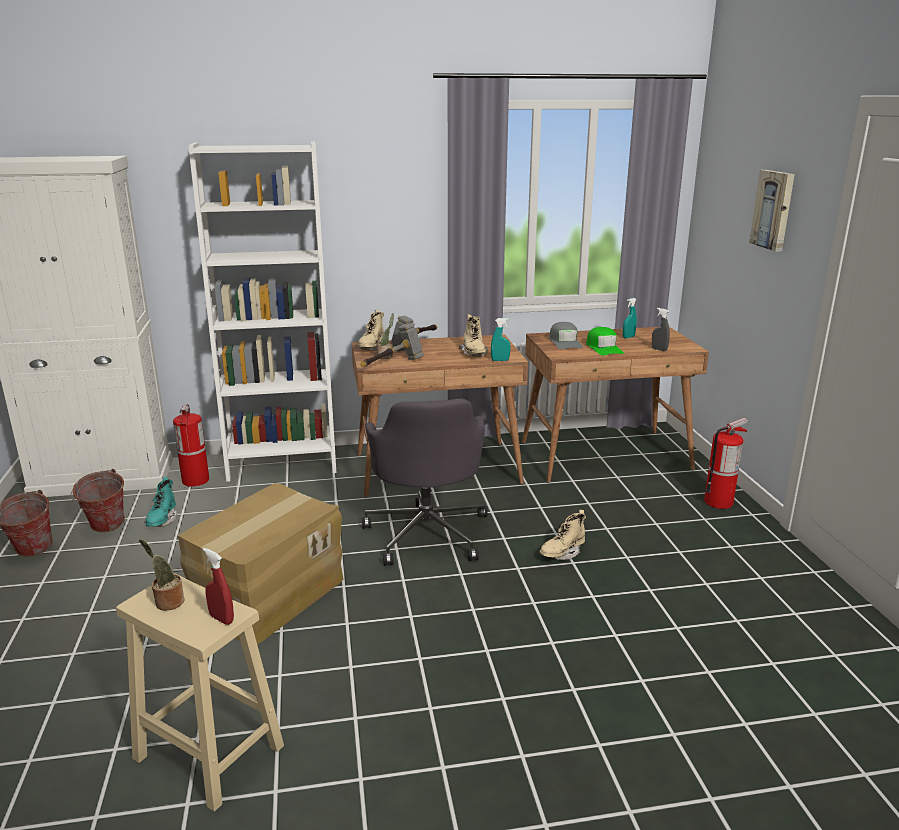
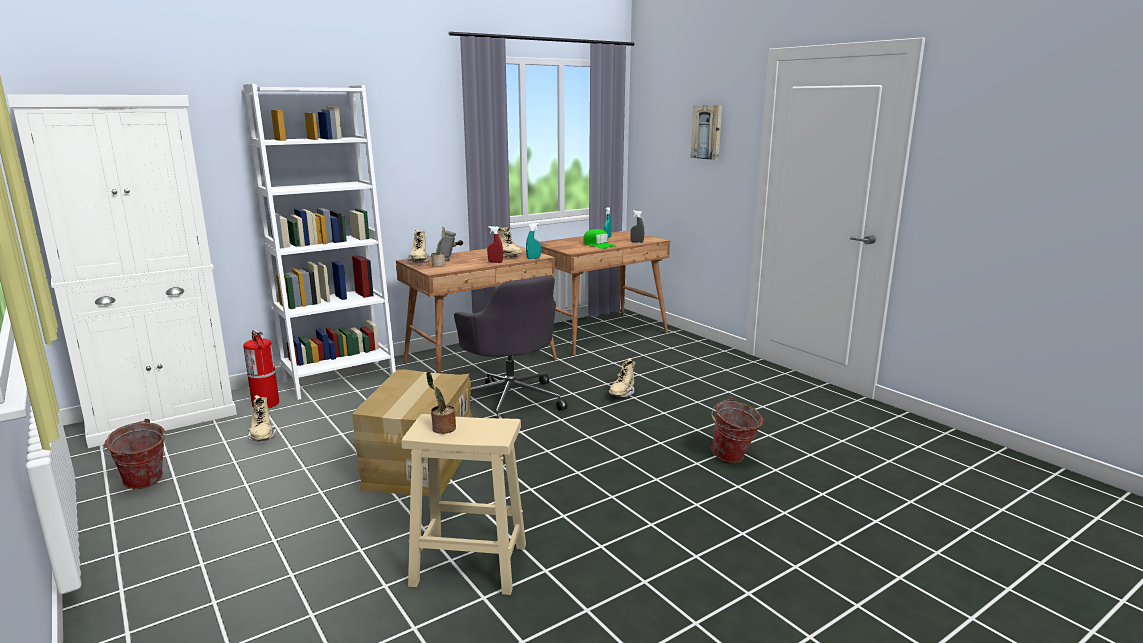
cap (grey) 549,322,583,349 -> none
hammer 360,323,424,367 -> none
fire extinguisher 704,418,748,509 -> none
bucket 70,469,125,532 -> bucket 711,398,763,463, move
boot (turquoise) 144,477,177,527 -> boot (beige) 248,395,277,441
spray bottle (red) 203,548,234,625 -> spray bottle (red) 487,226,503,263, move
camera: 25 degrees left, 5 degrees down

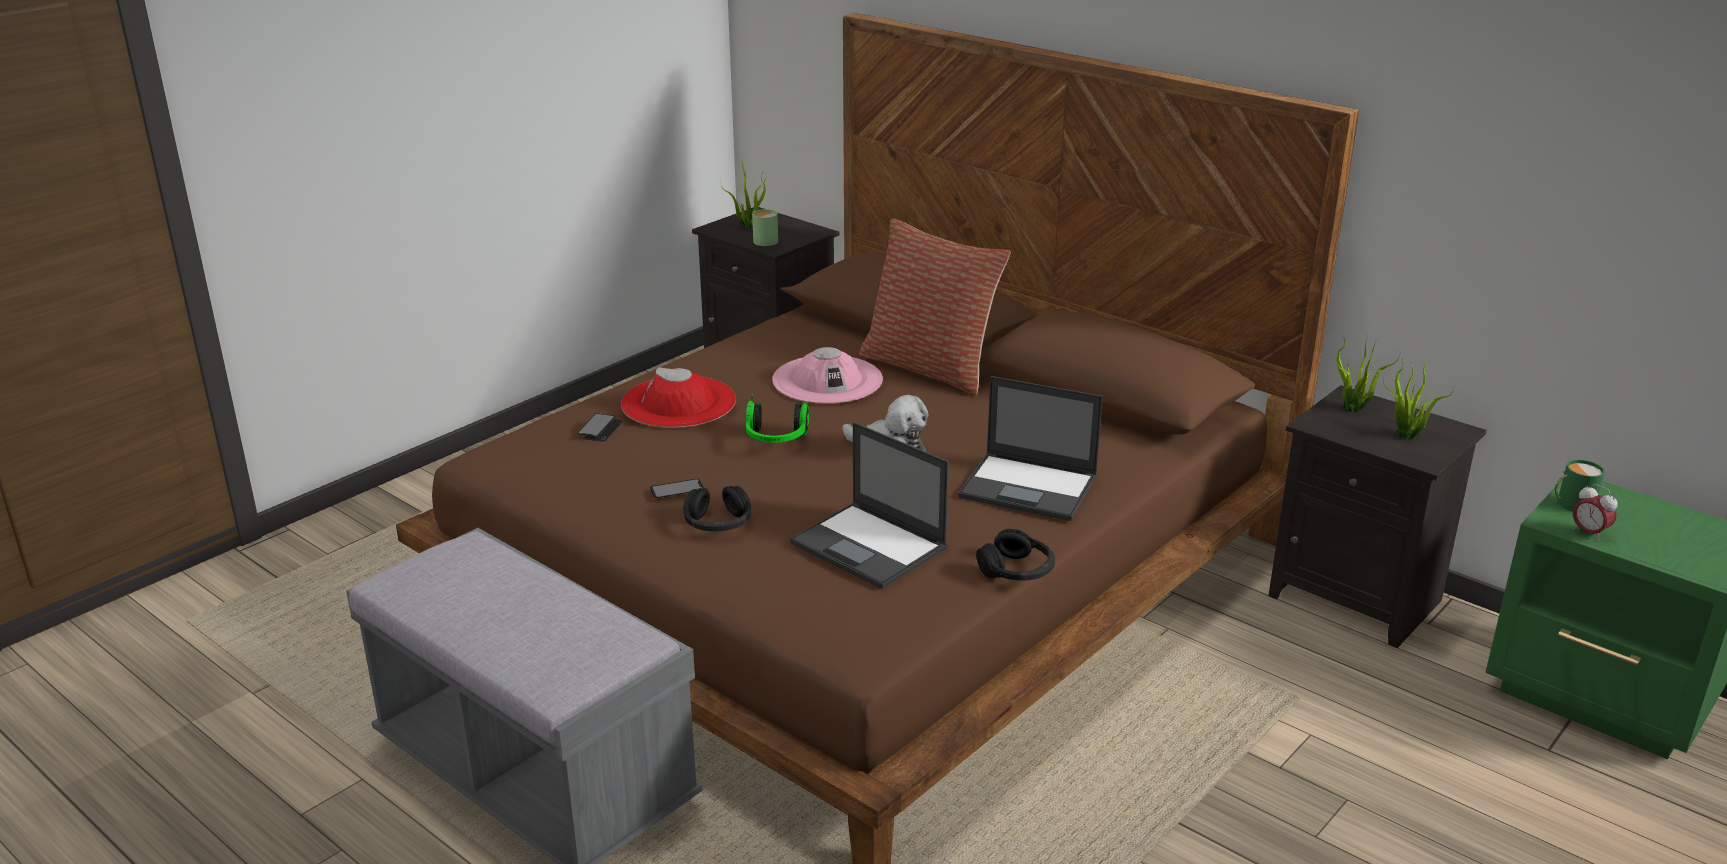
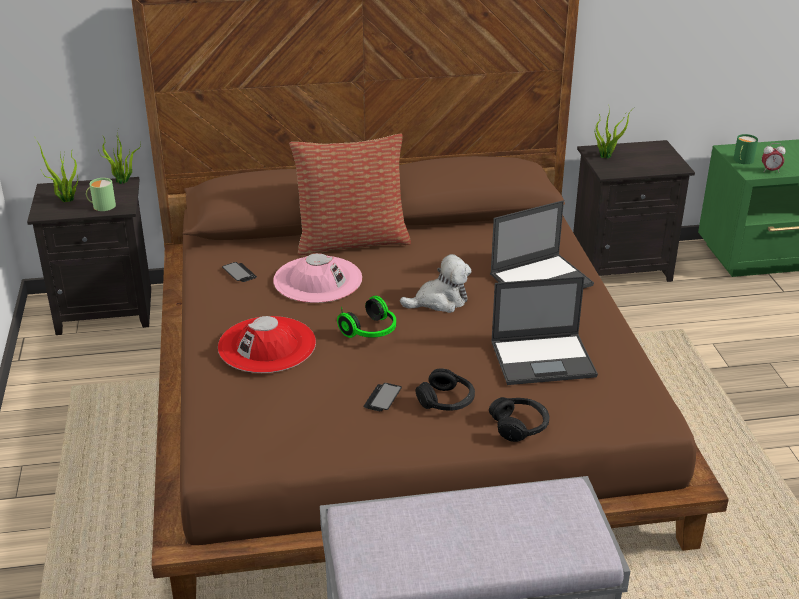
potted plant 1383,354,1455,439 -> potted plant 98,134,141,184, move
phone 577,413,623,441 -> phone 222,262,257,282, move
headphones (black) 976,529,1055,581 -> headphones (black) 489,397,549,442, move
camera: 50 degrees left, 5 degrees up

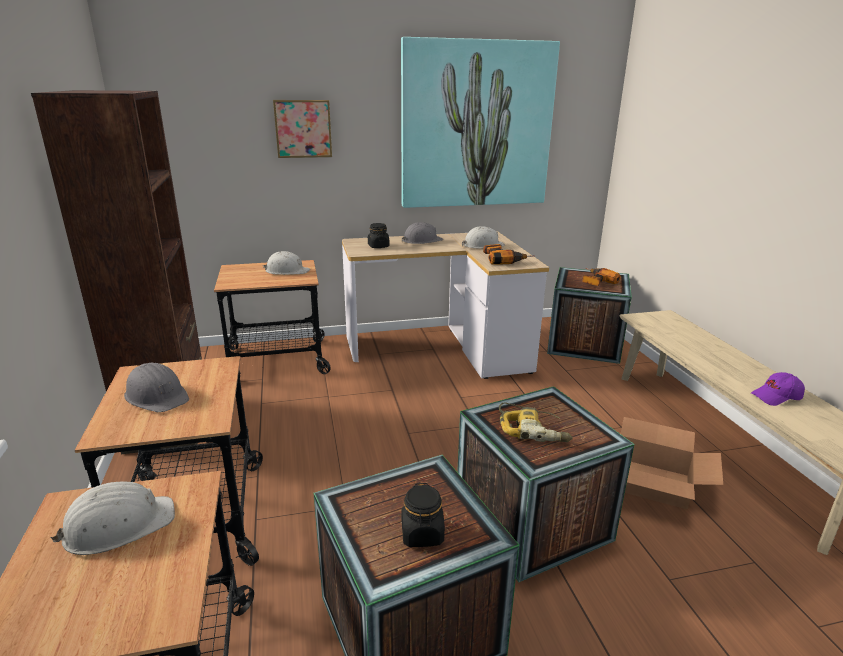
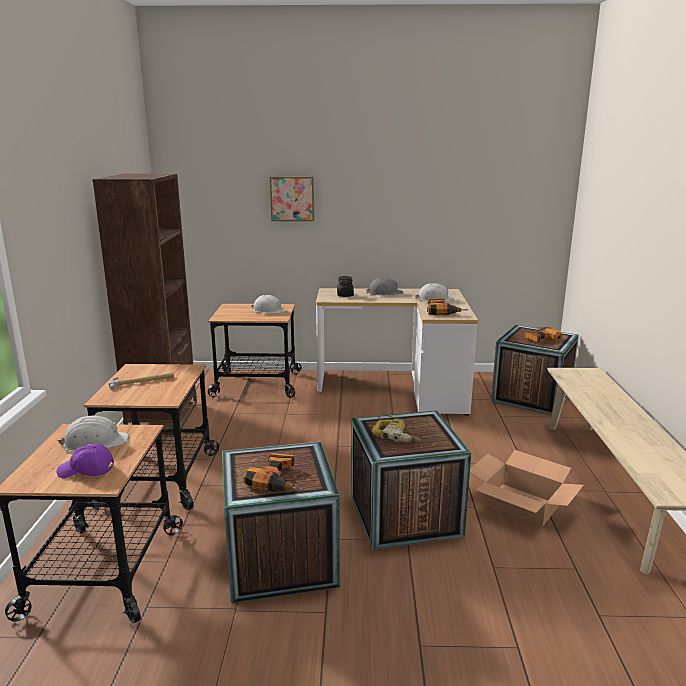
picture 401,37,560,208 -> none
hard hat (grey) 124,363,189,412 -> hammer 109,372,174,390
cap (purple) 751,372,805,406 -> cap (purple) 56,444,114,478, move
jar (black) 401,483,445,547 -> power drill 243,453,303,492
camera: 15 degrees right, 5 degrees down

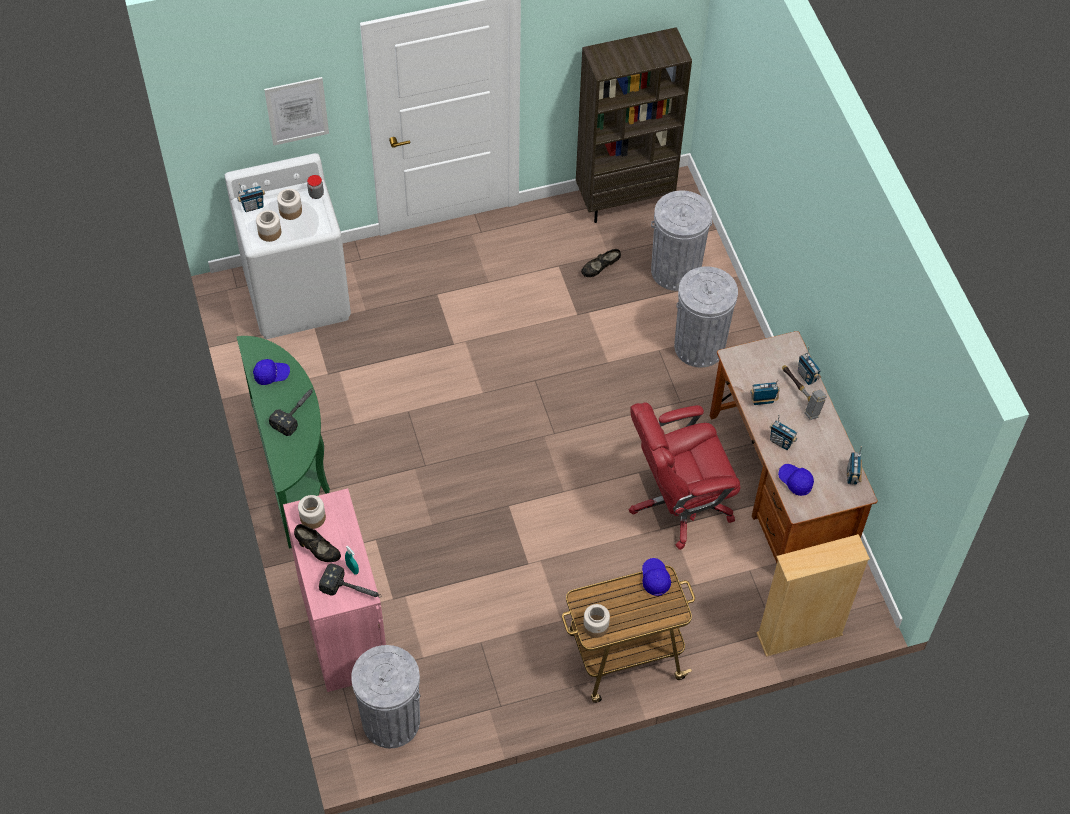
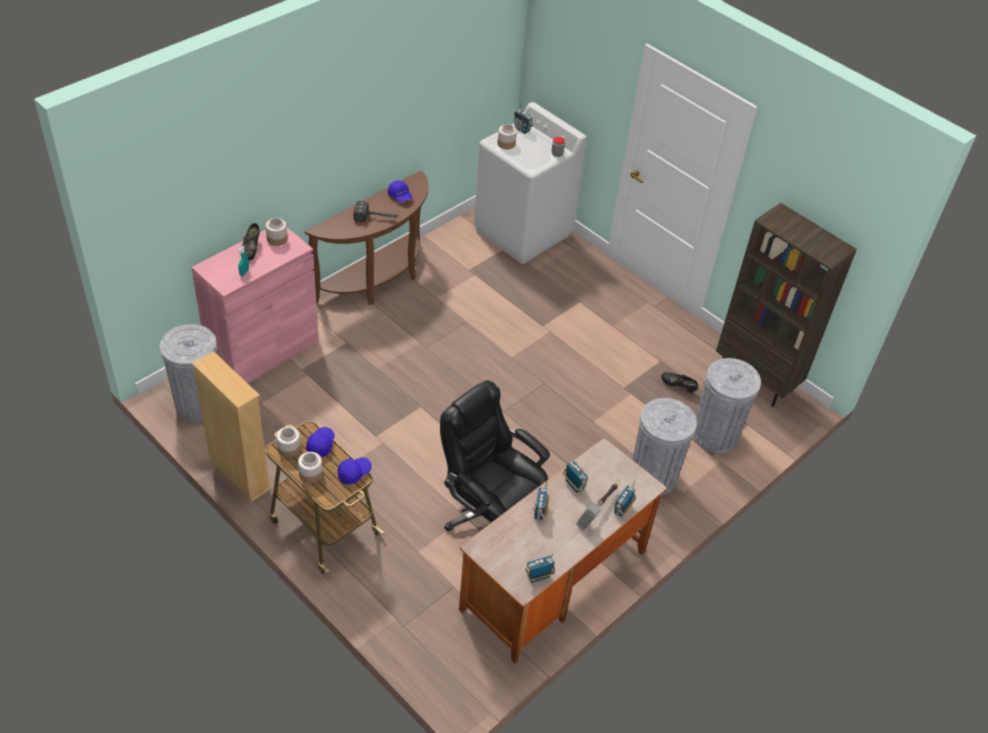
picture 264,77,329,146 -> none
jar 277,189,302,220 -> jar 298,452,323,483, move
console table (green) 237,336,330,549 -> console table (brown) 305,171,429,305
office chair (red) 629,402,741,550 -> office chair (black) 440,380,550,531
cap (blue) 778,464,814,496 -> cap (blue) 306,427,335,457, move
bookcase (beige) 756,534,870,657 -> bookcase (beige) 192,351,271,502, move
hammer 319,564,381,598 -> none
camera: 60 degrees right, 10 degrees down

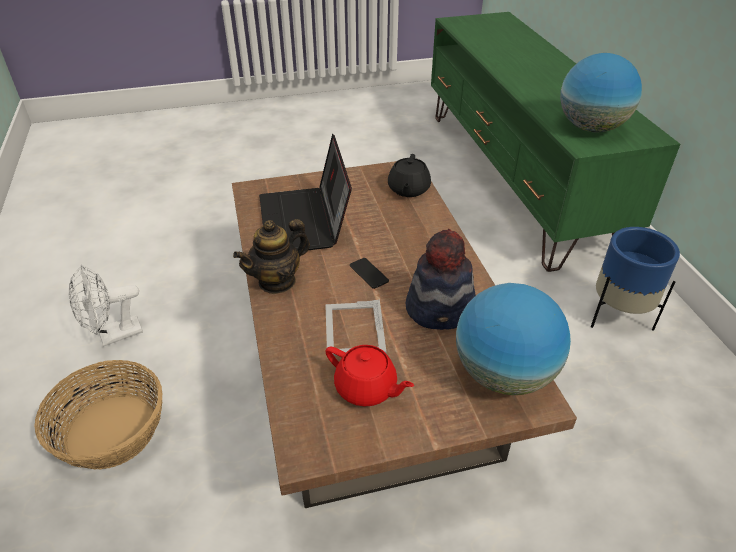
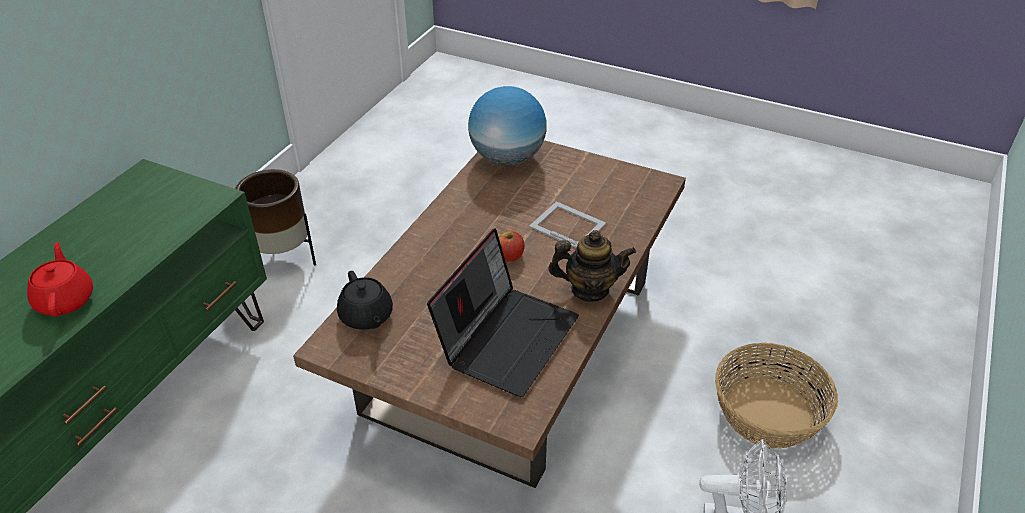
globe 560,53,642,133 -> none
teapot (black) 388,154,431,197 -> teapot (black) 337,271,393,330, 105 degrees clockwise
planter (blue) 591,227,680,331 -> planter (brown) 235,169,316,265
hat 406,229,476,330 -> none
phone 350,258,389,289 -> apple 499,231,525,262
picture frame 325,300,386,356 -> picture frame 529,201,606,248, 90 degrees counterclockwise
teapot (red) 326,345,414,406 -> teapot (red) 27,242,93,317, move
camera: 140 degrees left, 0 degrees up

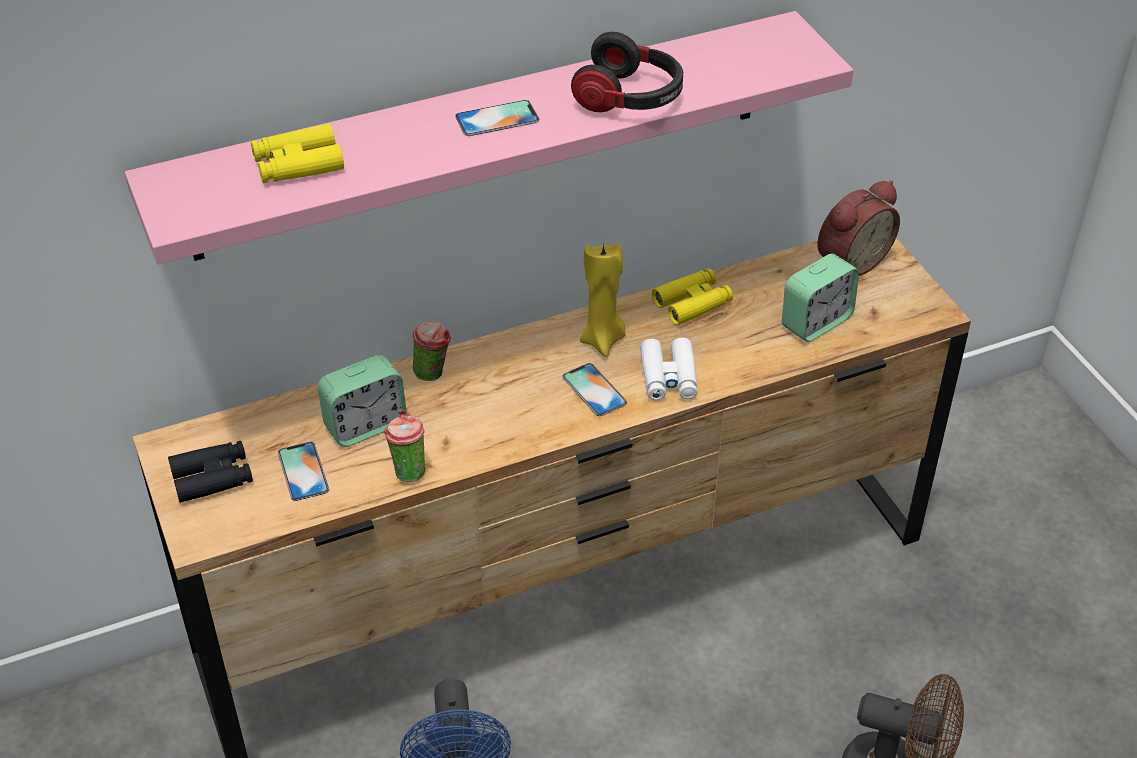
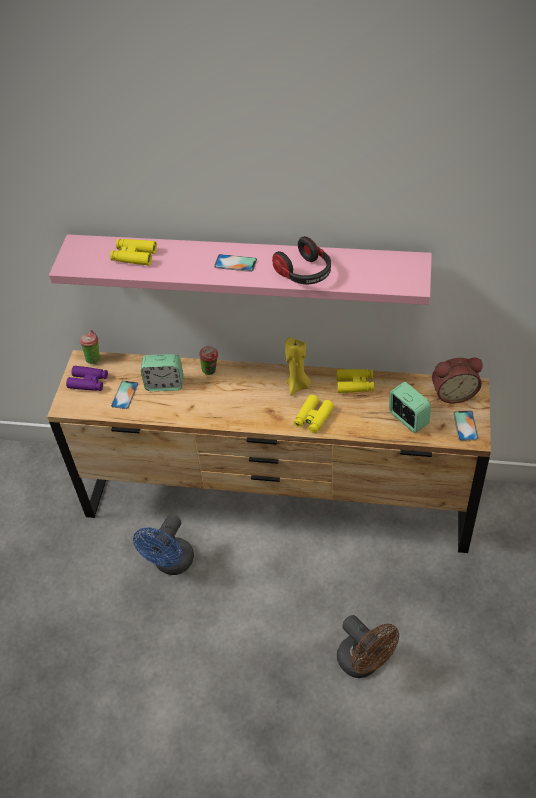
alarm clock 782,254,859,342 -> alarm clock 389,382,431,433, 120 degrees counterclockwise
binoculars (white) 640,338,698,401 -> binoculars (yellow) 294,395,334,433
phone 562,363,627,416 -> phone 453,411,478,441, move
cup 384,409,425,482 -> cup 80,330,100,364, move
binoculars (black) 168,441,253,503 -> binoculars (purple) 66,366,108,391
camera: 35 degrees right, 5 degrees up

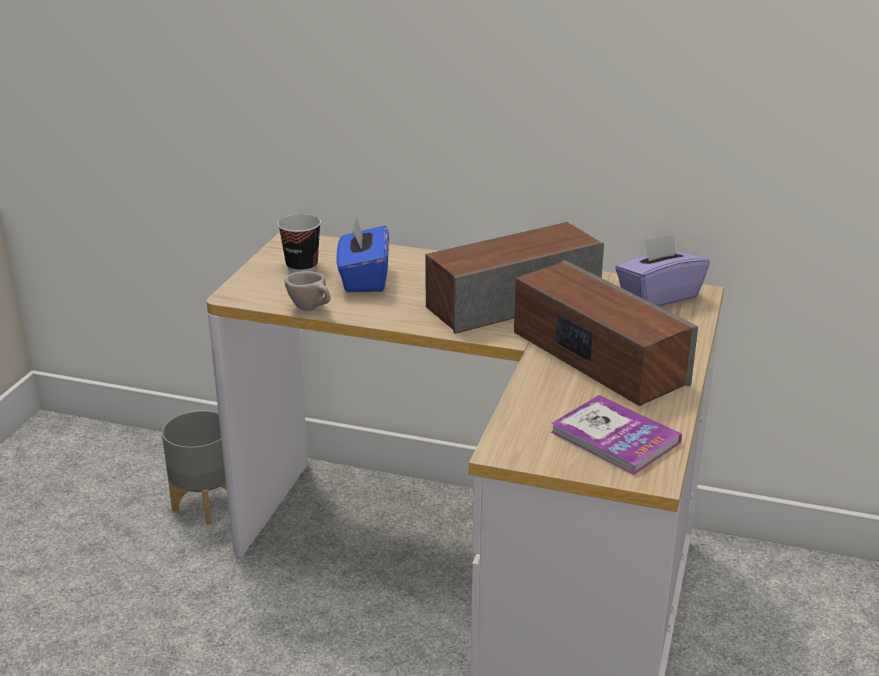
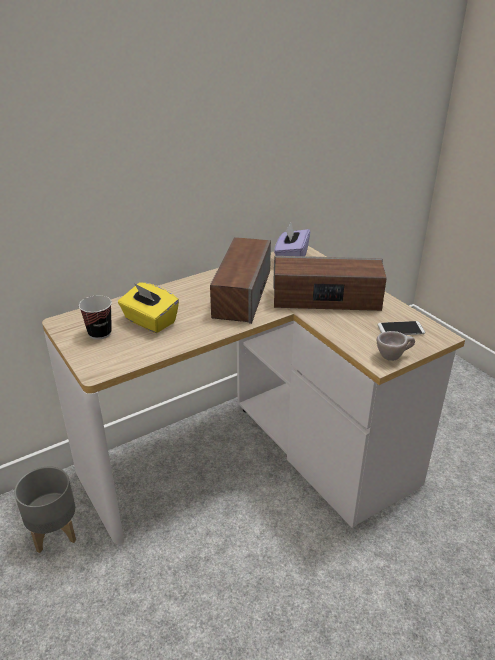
tissue box (blue) 337,217,389,292 -> tissue box (yellow) 118,283,179,333
cup (beige) 284,271,331,311 -> cup (beige) 377,331,415,361, move
book 551,395,682,475 -> phone 378,321,425,335
camera: 50 degrees left, 5 degrees up

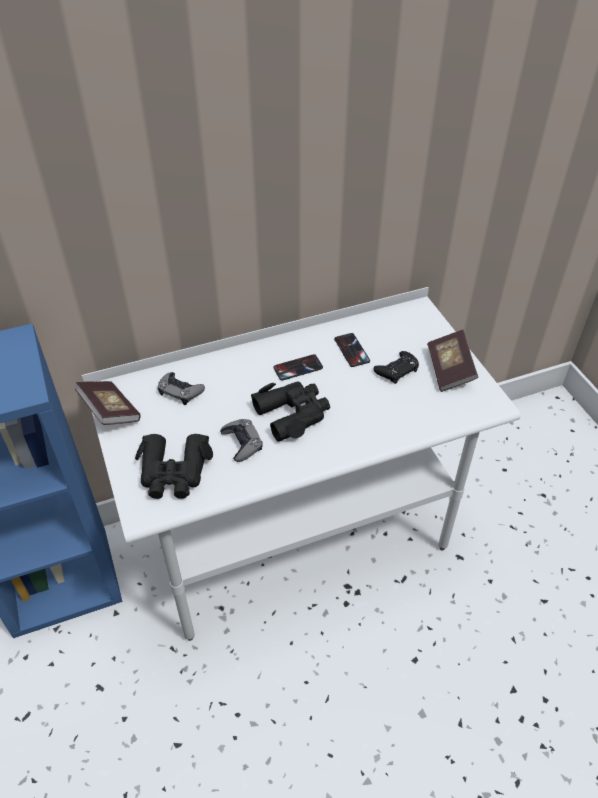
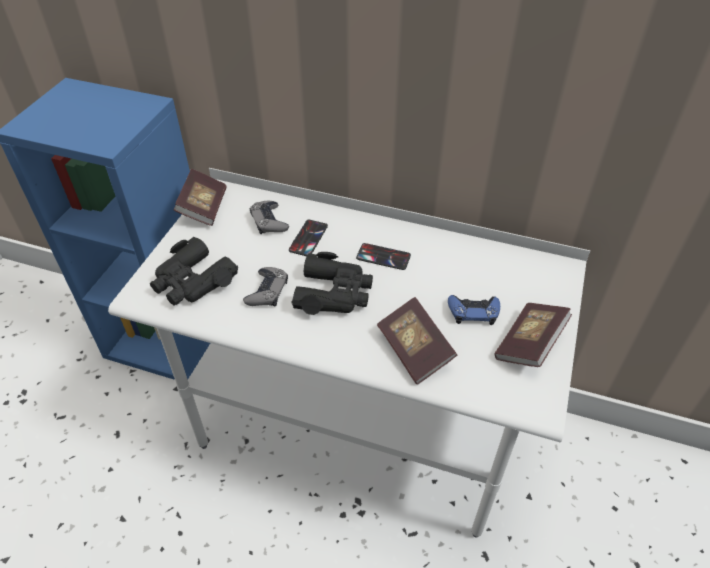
phone 334,333,370,367 -> phone 289,220,328,256, move
game controller (black) 374,351,419,384 -> game controller (blue) 448,295,500,325
none -> book 377,297,457,385
camera: 40 degrees right, 0 degrees up

